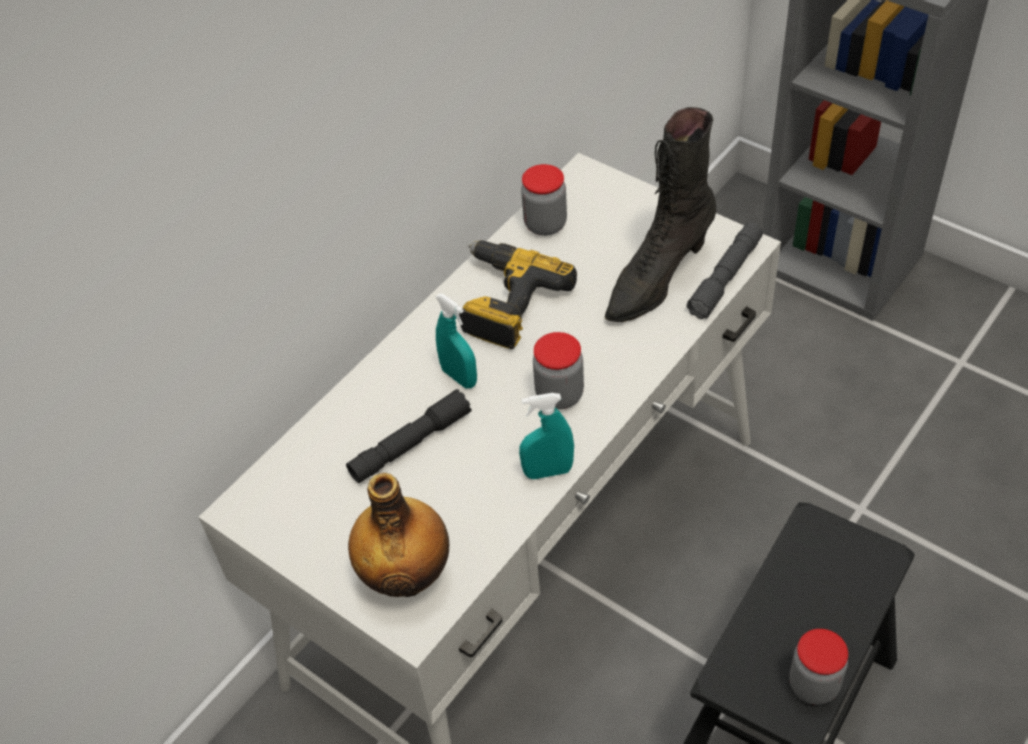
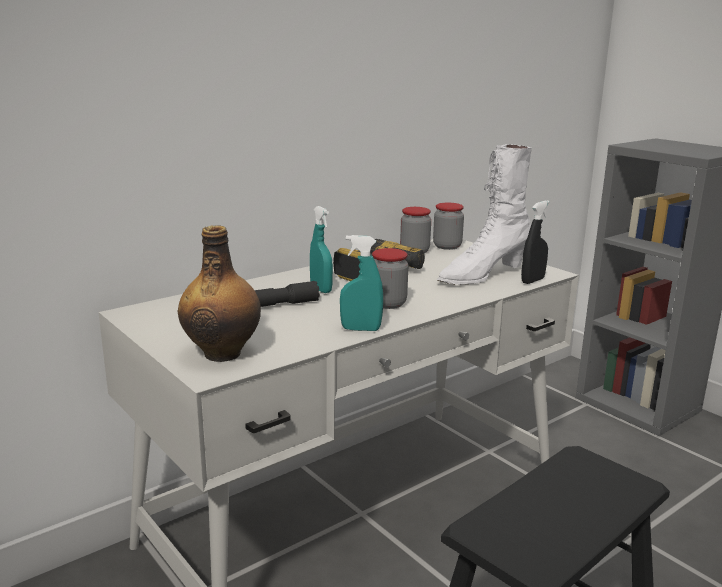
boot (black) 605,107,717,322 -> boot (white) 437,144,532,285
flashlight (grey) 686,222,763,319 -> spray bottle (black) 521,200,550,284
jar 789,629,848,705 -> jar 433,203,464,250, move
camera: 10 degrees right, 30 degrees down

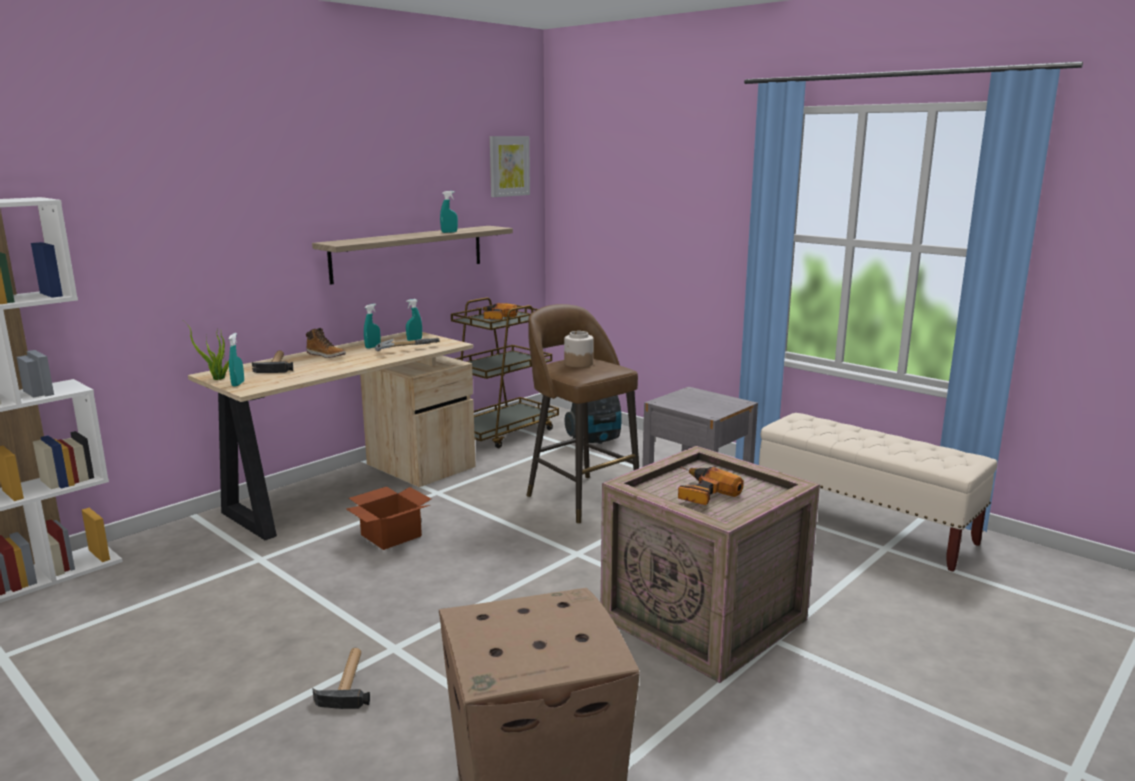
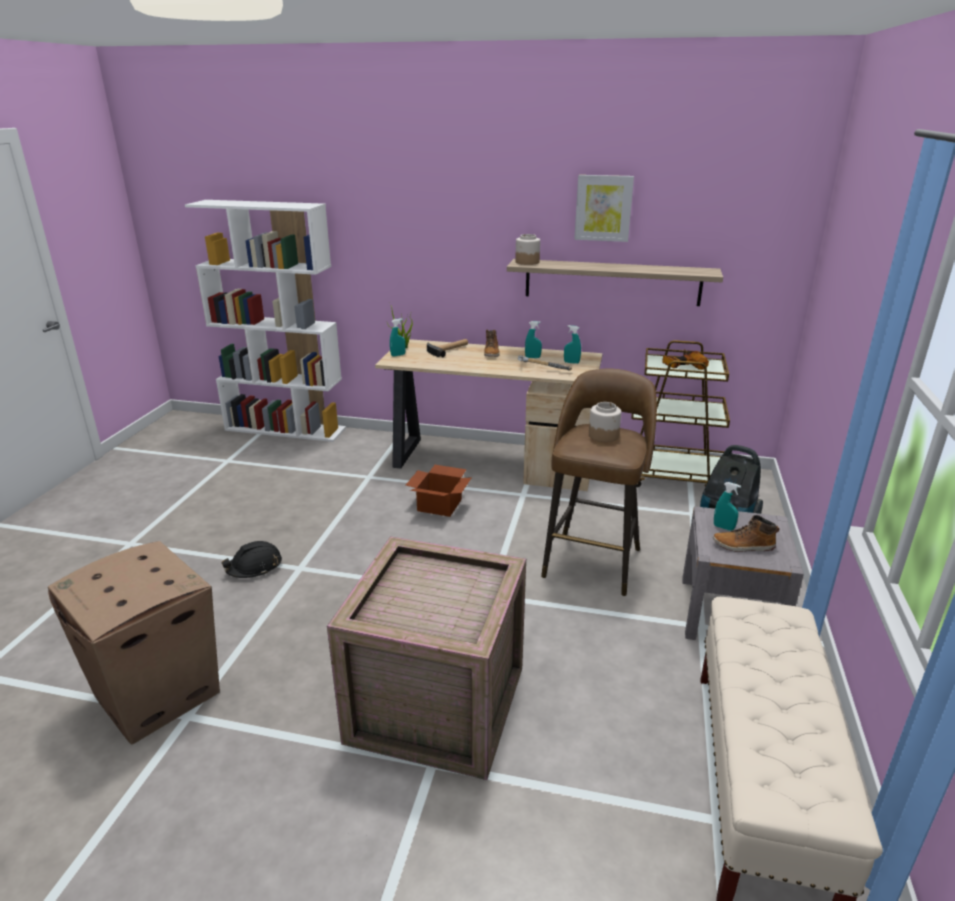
picture 490,136,530,197 -> picture 574,175,634,242, move
spray bottle (turquoise) 440,191,458,233 -> spray bottle (turquoise) 714,482,741,531, move
power drill 678,467,744,505 -> none
hammer 312,648,370,709 -> hard hat (black) 221,541,282,578
none -> jar 515,234,540,265
none -> boot 713,515,779,552
camera: 60 degrees right, 10 degrees up

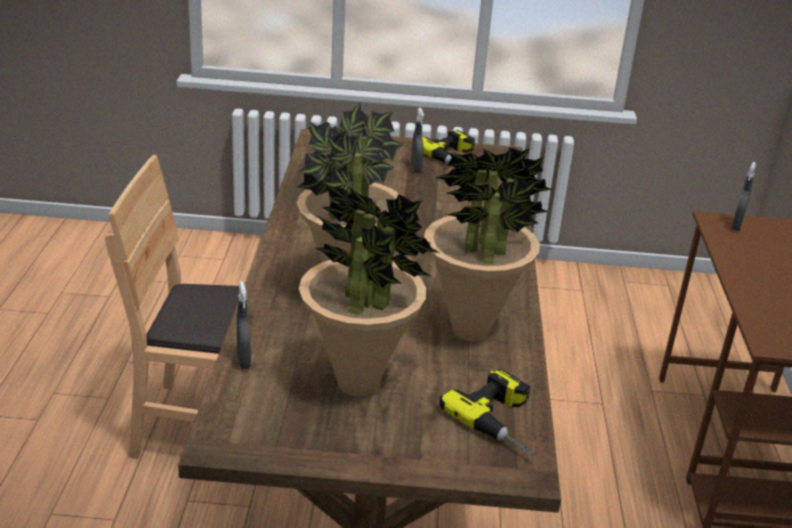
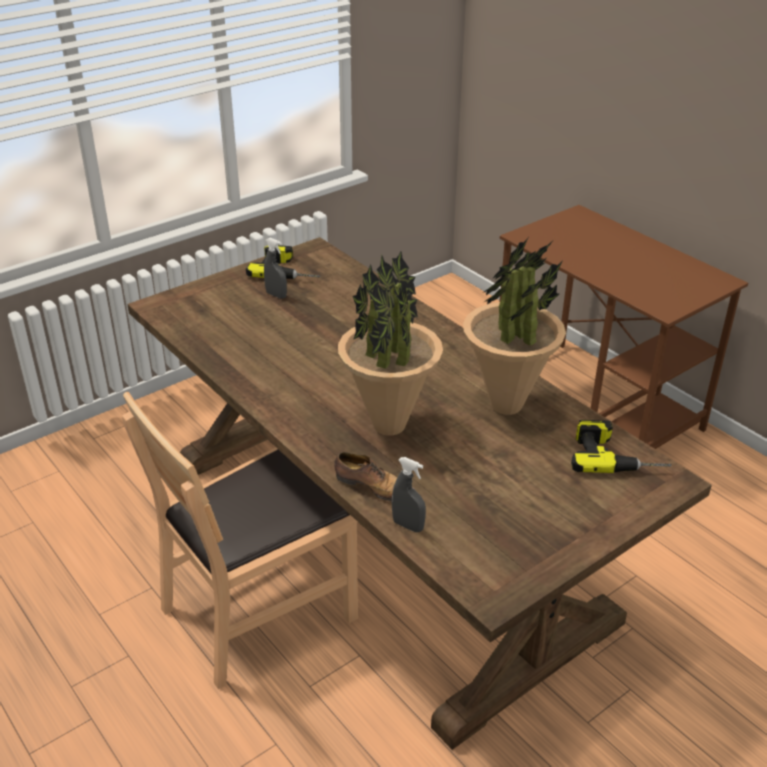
spray bottle (grey) 732,162,756,231 -> none
potted plant 299,182,440,397 -> none
none -> shoe 335,452,416,501
camera: 40 degrees left, 5 degrees up

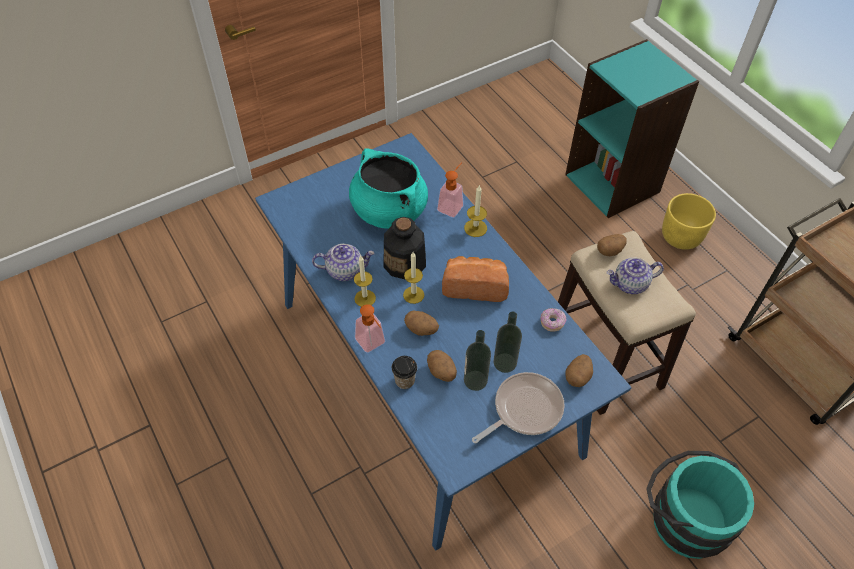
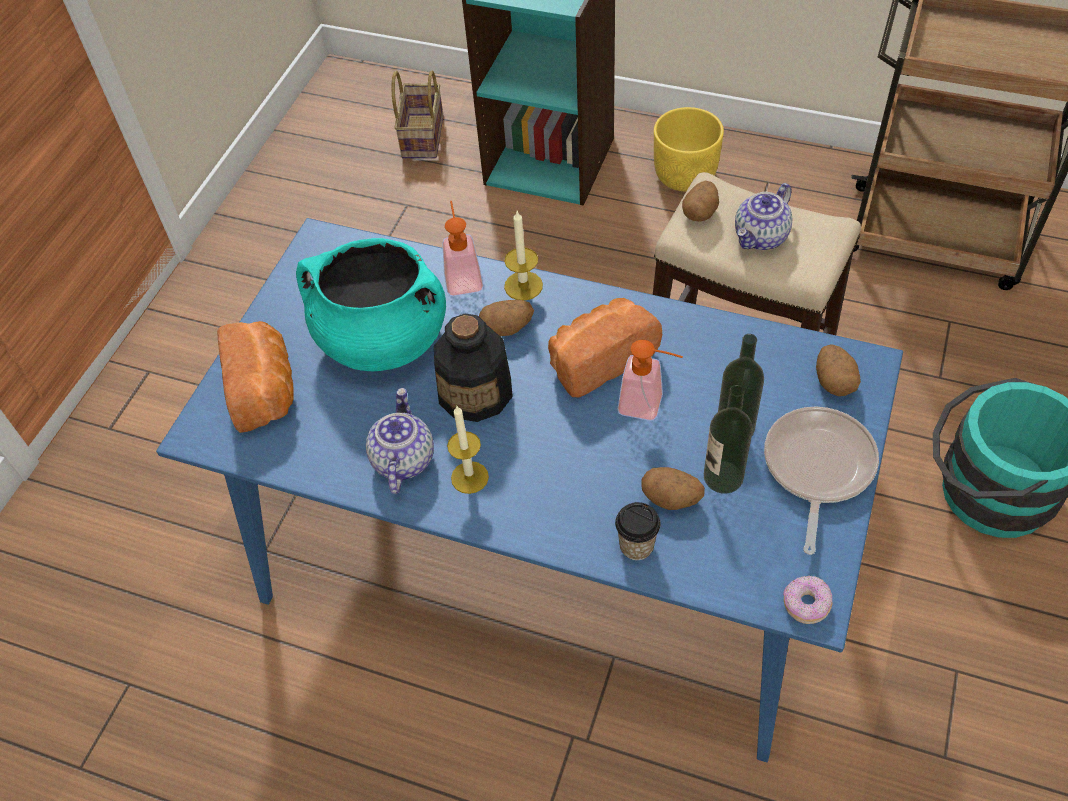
teapot 312,244,375,281 -> teapot 366,388,434,494, 45 degrees counterclockwise
candle 403,252,424,304 -> none
soap dispenser 355,305,386,353 -> soap dispenser 618,340,683,421, move
donut 540,308,566,332 -> donut 783,576,832,624, move
potato 404,310,439,336 -> potato 479,300,534,336, move
none -> basket 392,71,444,158
none -> bread 217,321,294,433
camera: 35 degrees left, 0 degrees up

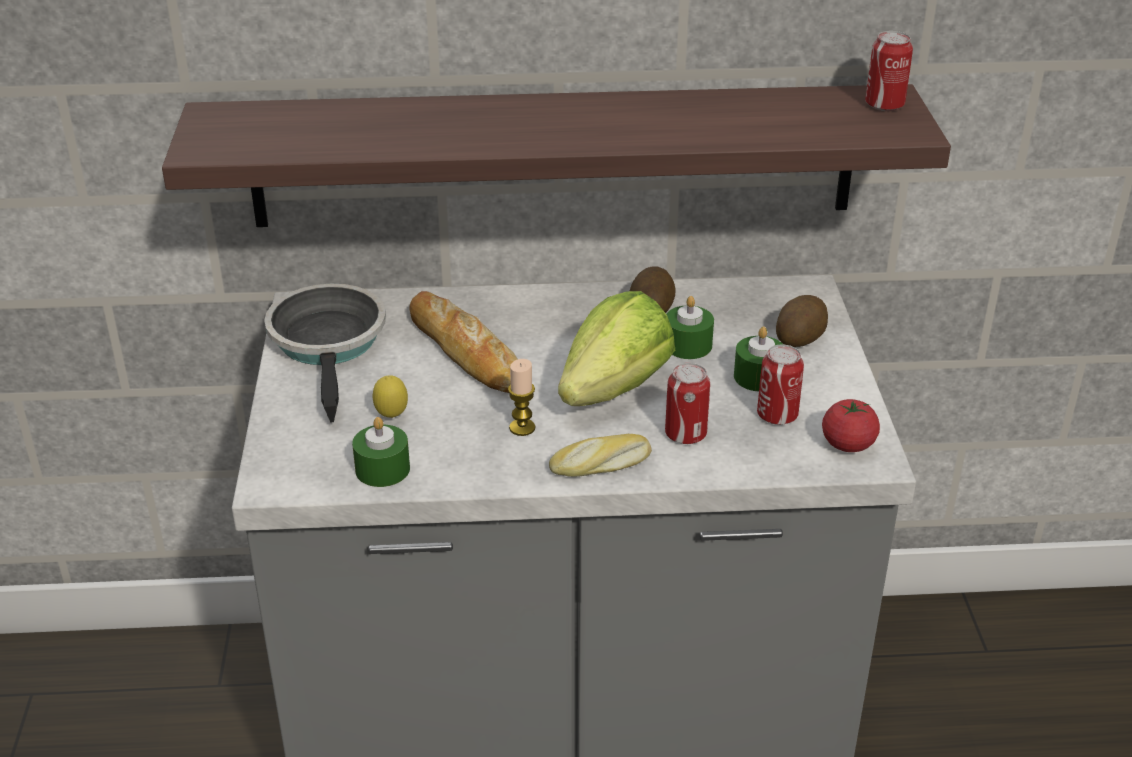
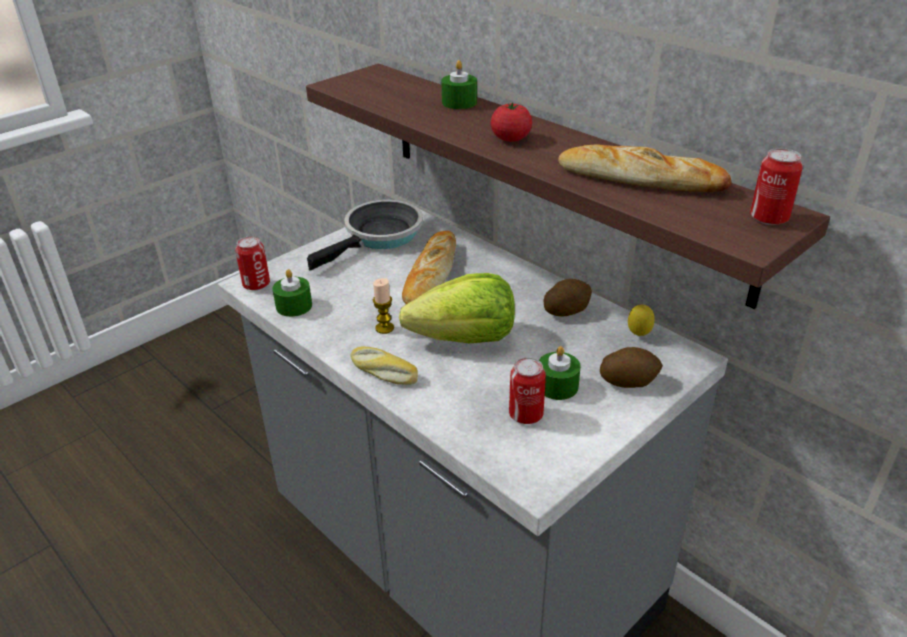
candle (green) 667,296,714,359 -> candle (green) 441,60,477,109, move
can 665,363,710,444 -> can 235,236,270,291, move
lemon 373,375,408,418 -> lemon 628,305,655,336, move
tomato 822,399,880,452 -> tomato 491,103,532,142, move
none -> bread 558,144,732,192
camera: 50 degrees right, 0 degrees up

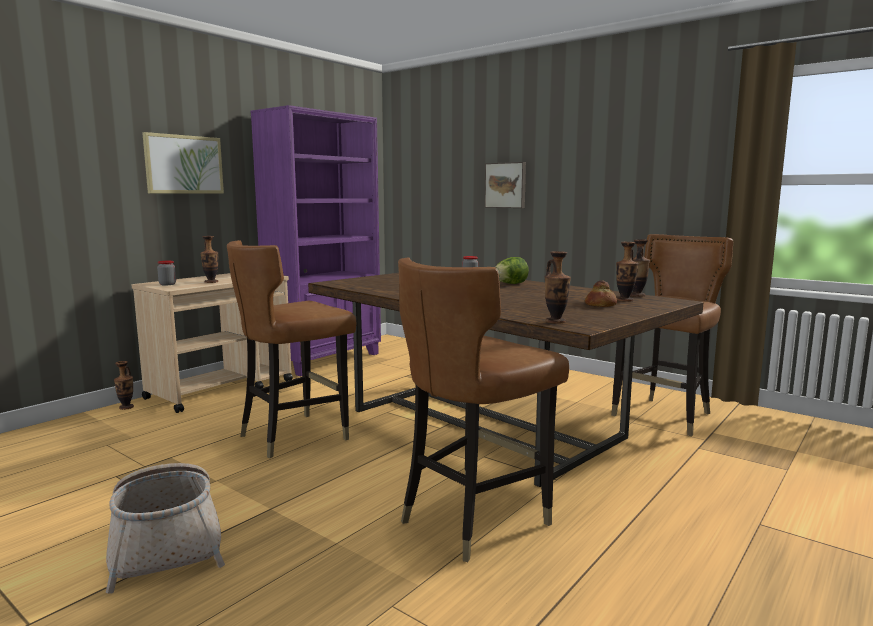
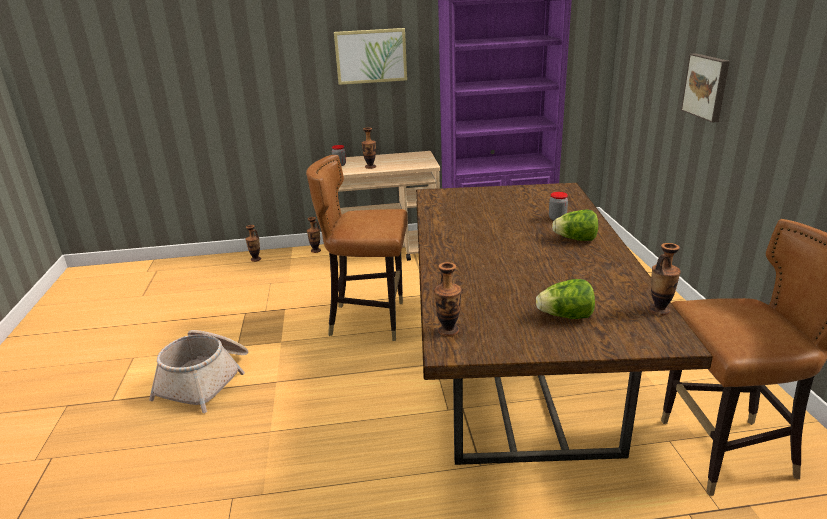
vase 616,242,638,302 -> vase 246,225,261,262, move
chair (brown) 398,258,569,562 -> none
bread 585,280,617,307 -> lettuce 536,279,595,319
camera: 45 degrees right, 15 degrees up

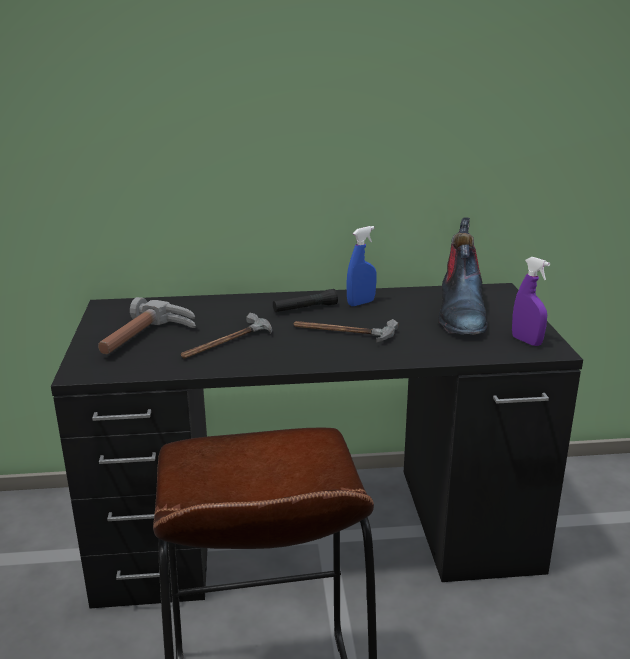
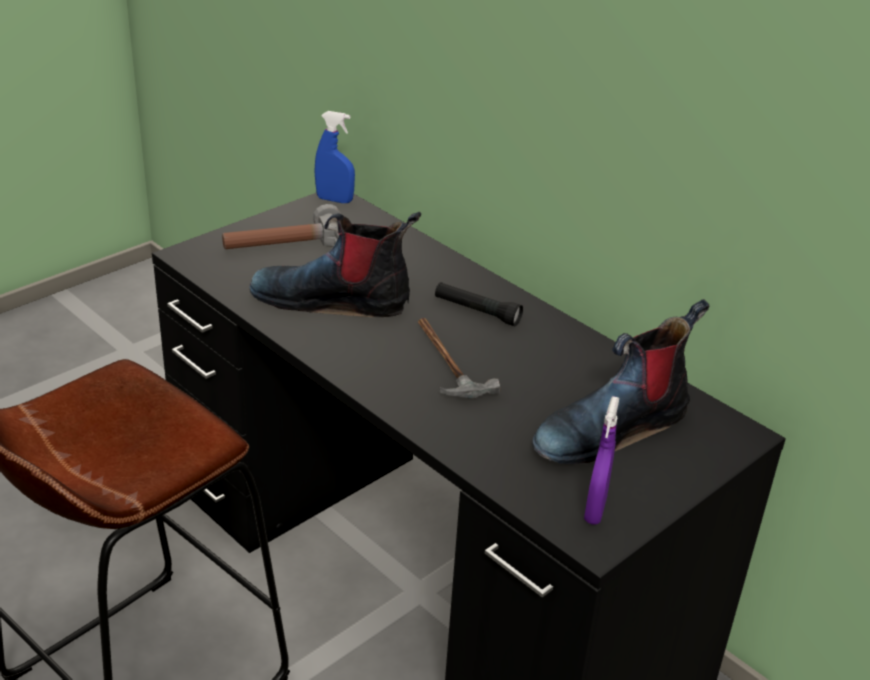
spray bottle (blue) 346,226,376,306 -> spray bottle (blue) 315,111,355,203, move
hammer 181,313,272,358 -> boot 249,212,421,317
camera: 50 degrees right, 10 degrees up

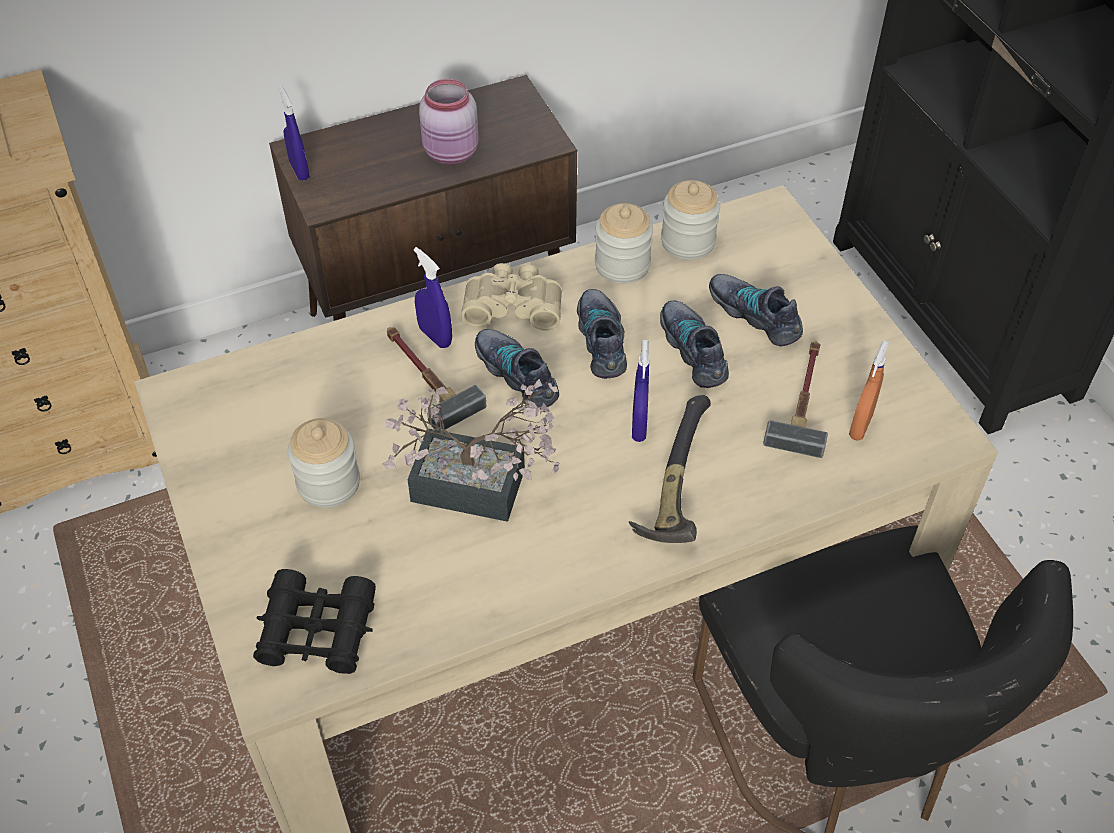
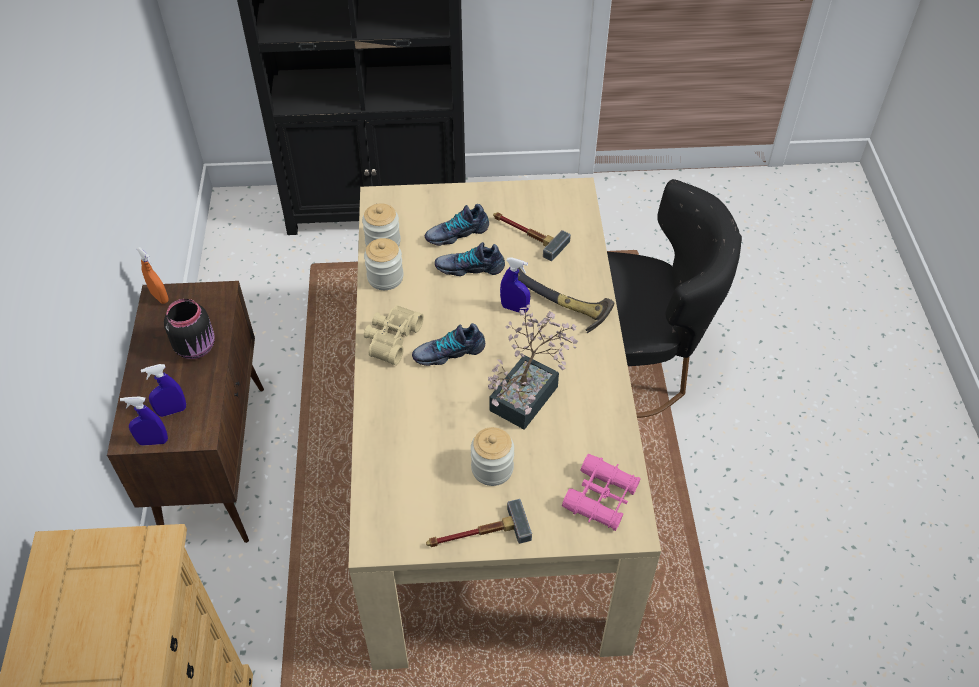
jar (pink) 419,79,479,165 -> jar (black) 164,299,215,359
spray bottle (blue) 414,247,452,348 -> spray bottle (blue) 141,364,186,417, move
shoe 577,289,627,379 -> none
hammer 387,327,487,431 -> hammer 426,499,532,547, move
spray bottle (orange) 849,340,890,440 -> spray bottle (orange) 137,247,169,304, move
binoculars (black) 253,569,376,674 -> binoculars (pink) 562,454,641,531
camera: 70 degrees left, 0 degrees up

